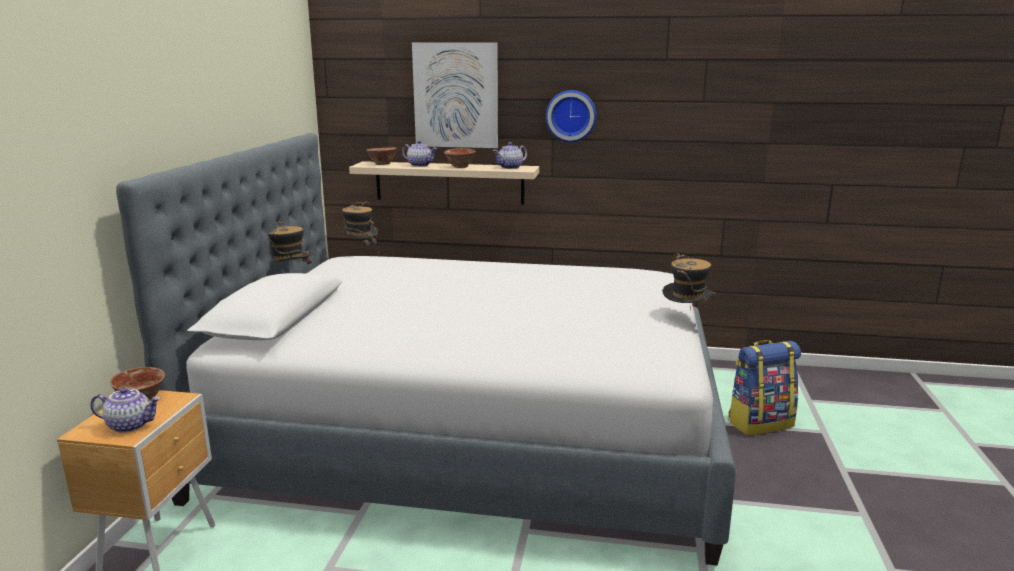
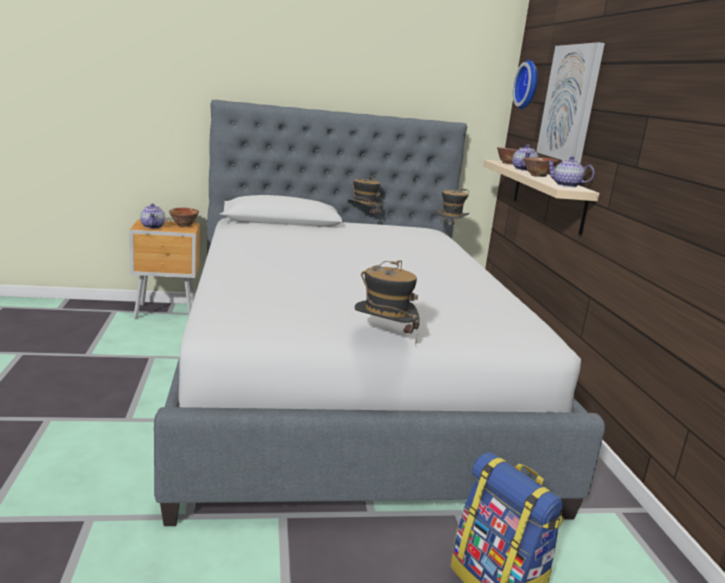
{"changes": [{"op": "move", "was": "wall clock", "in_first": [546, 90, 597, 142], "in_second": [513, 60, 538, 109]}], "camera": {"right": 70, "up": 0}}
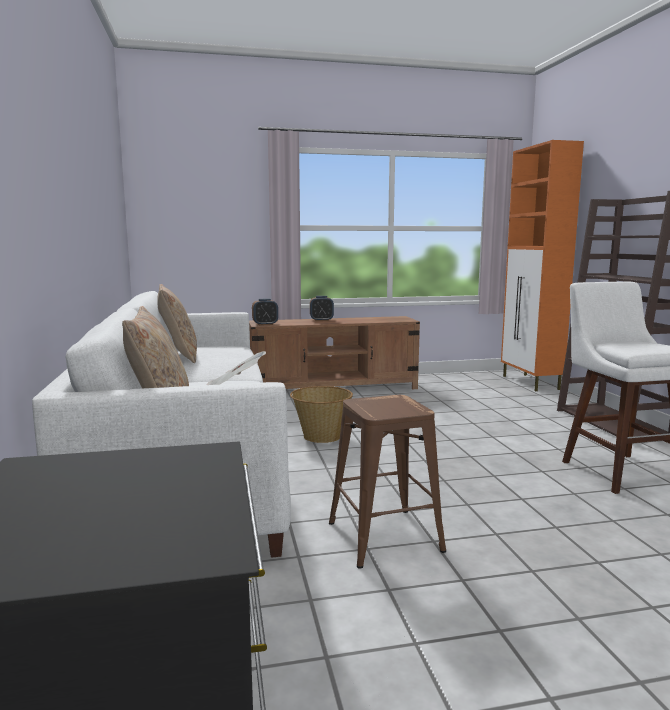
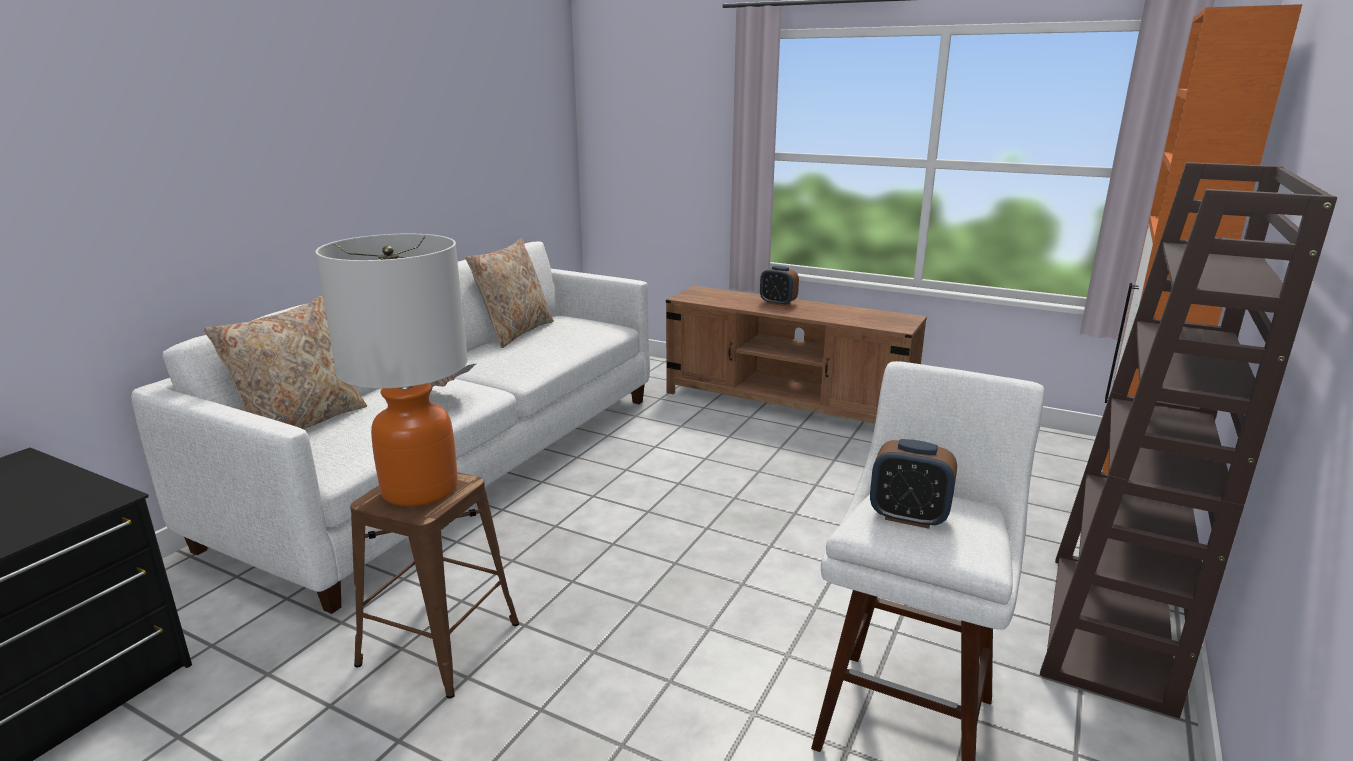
{"changes": [{"op": "insert", "now": "table lamp", "in_second": [315, 234, 468, 507]}, {"op": "move", "was": "alarm clock", "in_first": [252, 299, 278, 326], "in_second": [870, 439, 957, 529]}, {"op": "delete", "was": "basket", "in_first": [290, 386, 353, 443]}], "camera": {"right": 40, "up": 10}}
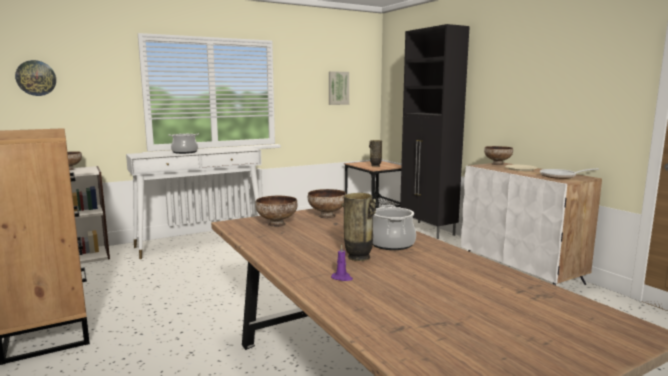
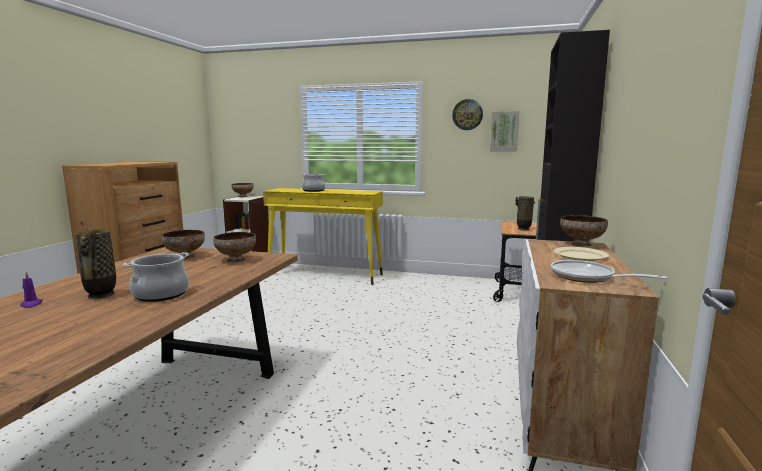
{"changes": [{"op": "recolor", "was": "white console table", "now": "yellow console table", "in_first": [126, 147, 262, 259], "in_second": [263, 188, 383, 285]}, {"op": "move", "was": "wall clock", "in_first": [15, 60, 56, 96], "in_second": [452, 99, 483, 130]}], "camera": {"right": 45, "up": 0}}
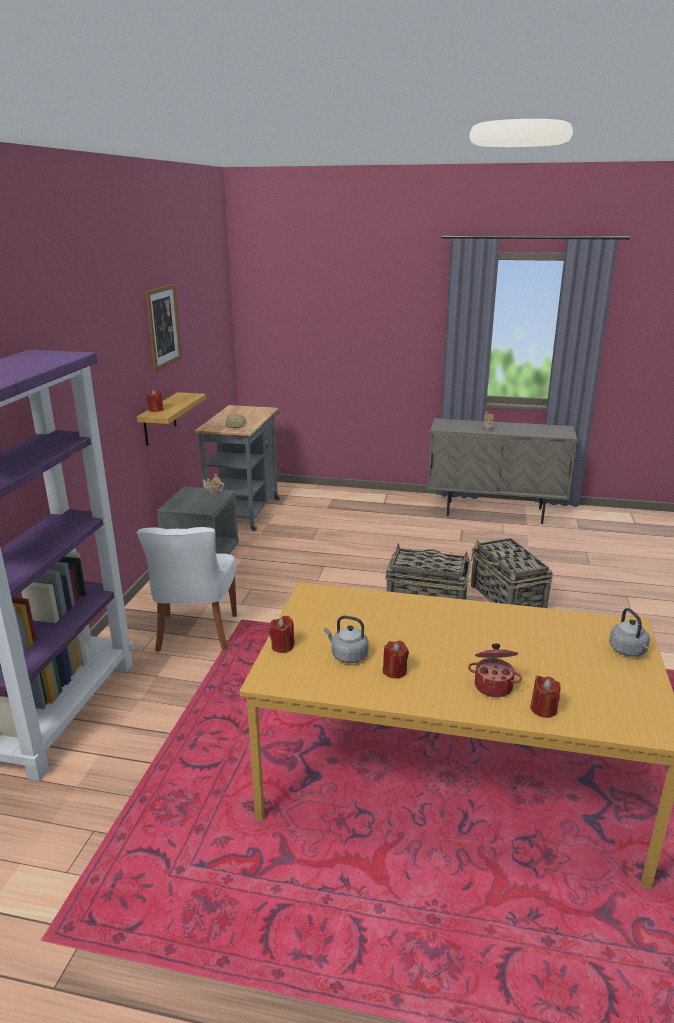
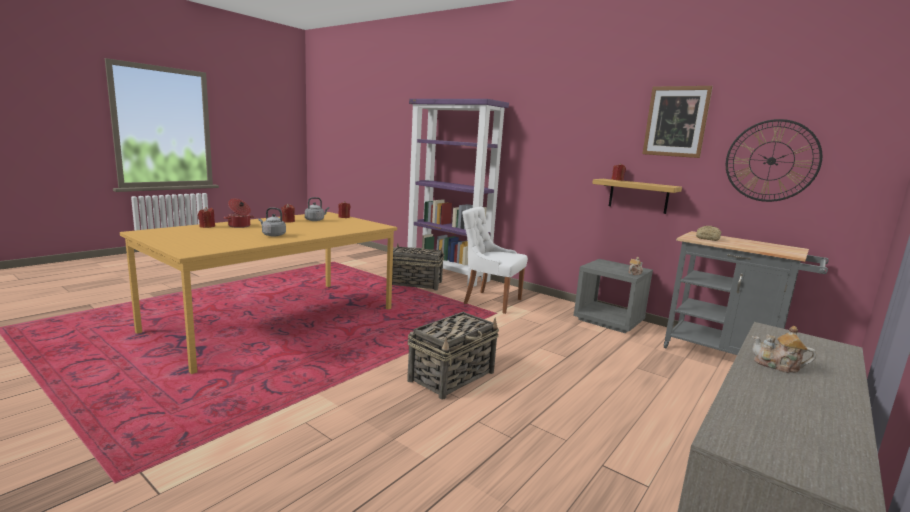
{"changes": [{"op": "move", "was": "grey kettle", "in_first": [609, 608, 650, 657], "in_second": [258, 208, 286, 237]}, {"op": "move", "was": "basket", "in_first": [471, 538, 553, 608], "in_second": [392, 243, 445, 290]}, {"op": "insert", "now": "wall clock", "in_second": [726, 119, 822, 202]}], "camera": {"right": 115, "up": -10}}
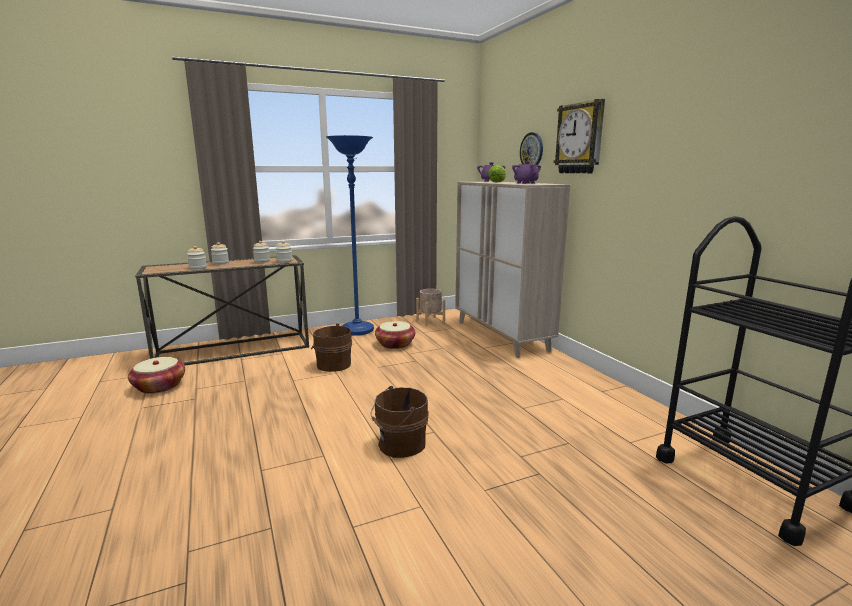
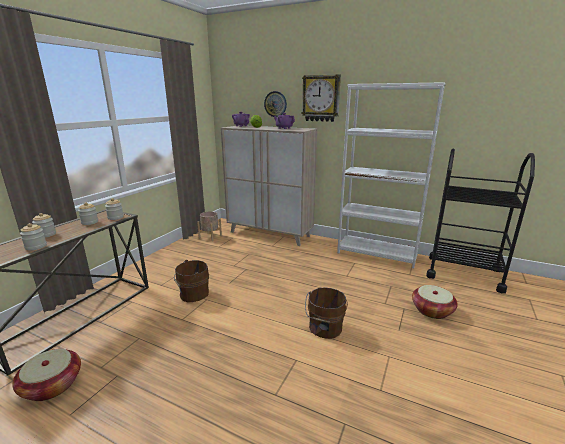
{"changes": [{"op": "insert", "now": "white bookcase", "in_second": [337, 82, 445, 268]}, {"op": "move", "was": "basket", "in_first": [375, 321, 415, 349], "in_second": [412, 285, 458, 319]}, {"op": "delete", "was": "blue floor lamp", "in_first": [326, 135, 374, 336]}], "camera": {"right": -40, "up": 5}}
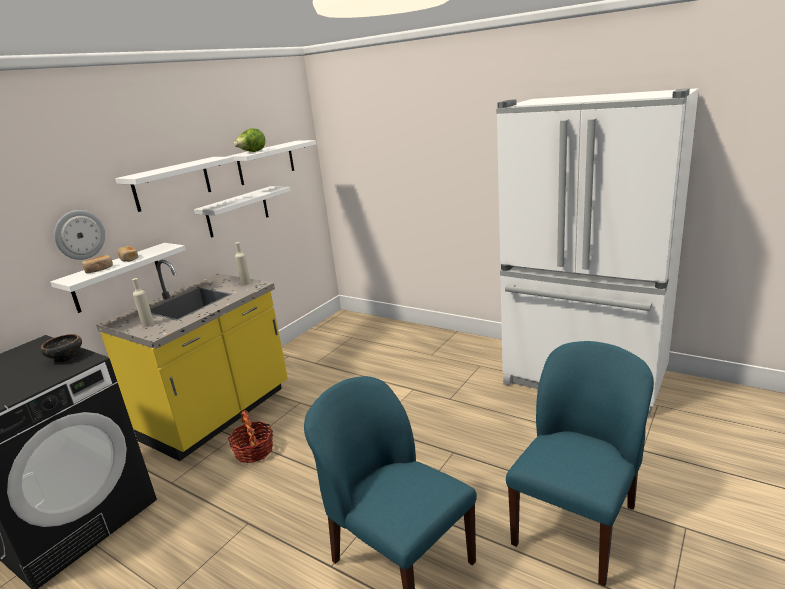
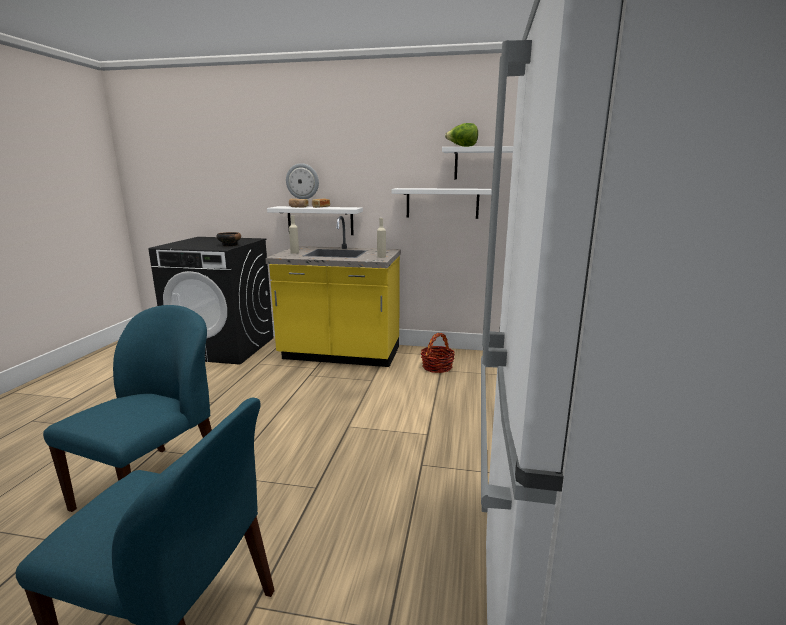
{"changes": [{"op": "move", "was": "basket", "in_first": [228, 410, 273, 463], "in_second": [421, 333, 455, 373]}, {"op": "delete", "was": "white shelf", "in_first": [115, 157, 234, 212]}], "camera": {"right": 65, "up": -5}}
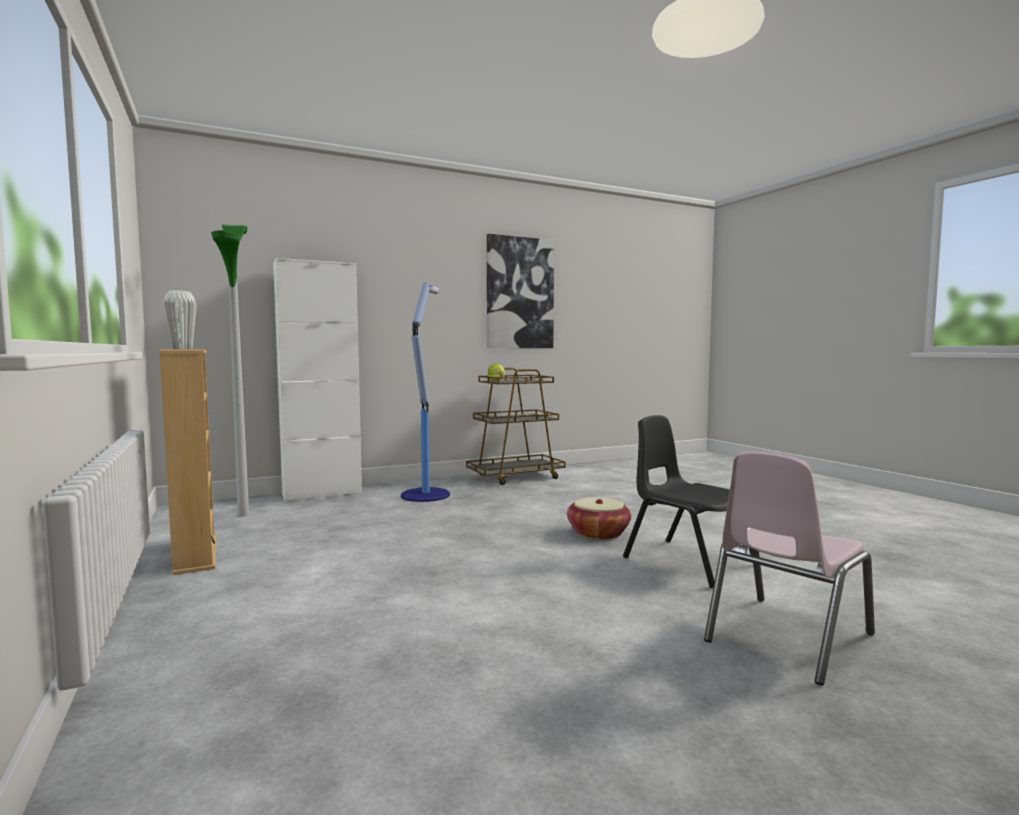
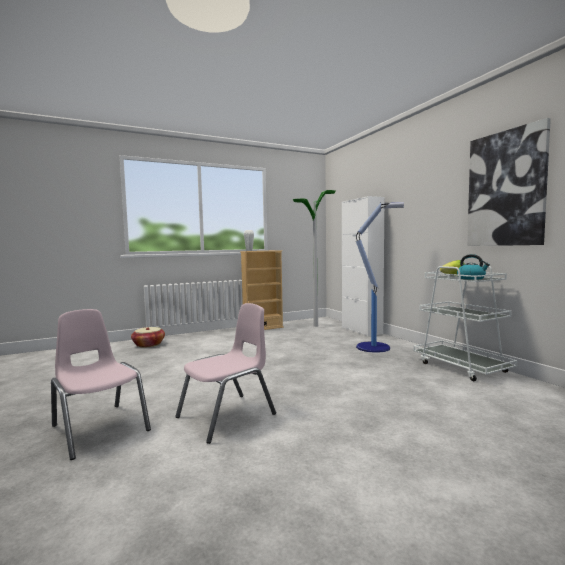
{"changes": [{"op": "move", "was": "basket", "in_first": [567, 497, 631, 540], "in_second": [131, 327, 165, 347]}, {"op": "recolor", "was": "black chair", "now": "pink chair", "in_first": [623, 415, 752, 588], "in_second": [175, 303, 276, 444]}, {"op": "recolor", "was": "brown cart", "now": "white cart", "in_first": [466, 368, 566, 485], "in_second": [413, 265, 517, 381]}, {"op": "insert", "now": "kettle", "in_second": [457, 254, 490, 280]}], "camera": {"right": 90, "up": 0}}
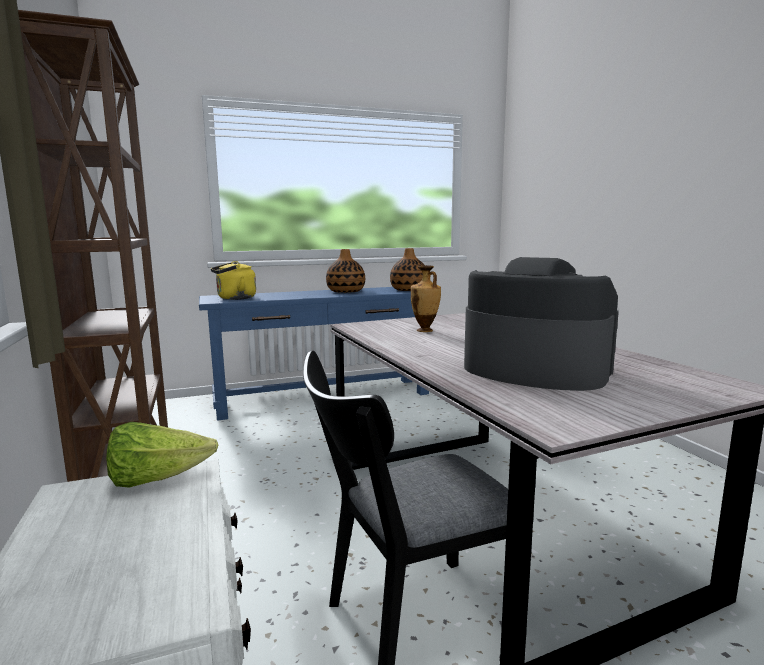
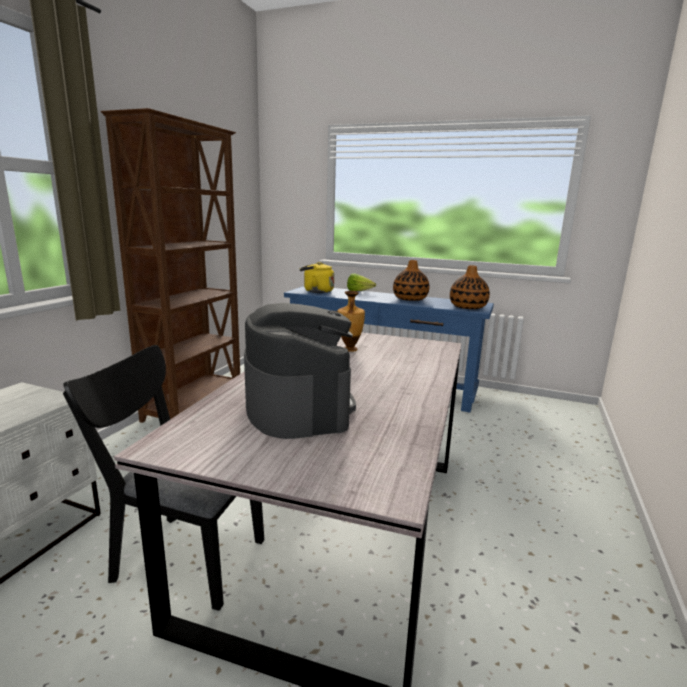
{"changes": [{"op": "move", "was": "lettuce", "in_first": [106, 422, 218, 487], "in_second": [347, 273, 376, 291]}], "camera": {"right": 40, "up": 5}}
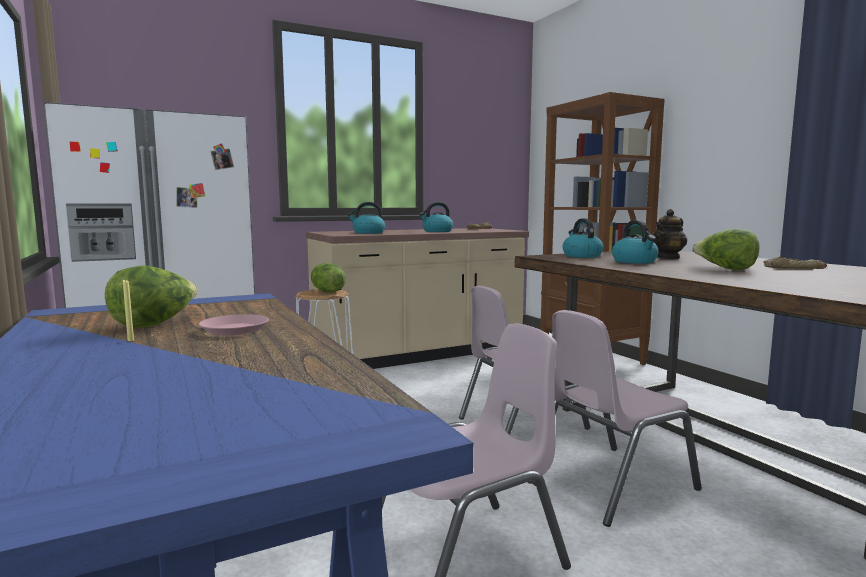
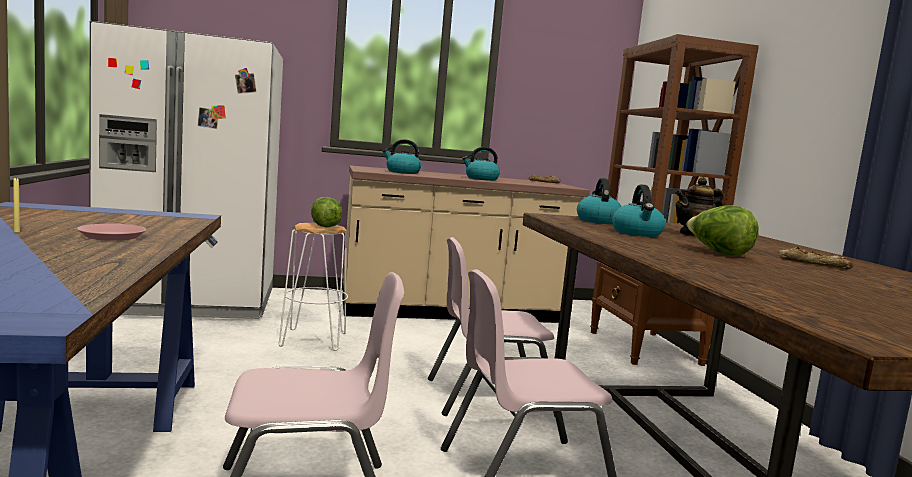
{"changes": [{"op": "delete", "was": "lettuce", "in_first": [105, 265, 198, 327]}], "camera": {"right": 15, "up": 0}}
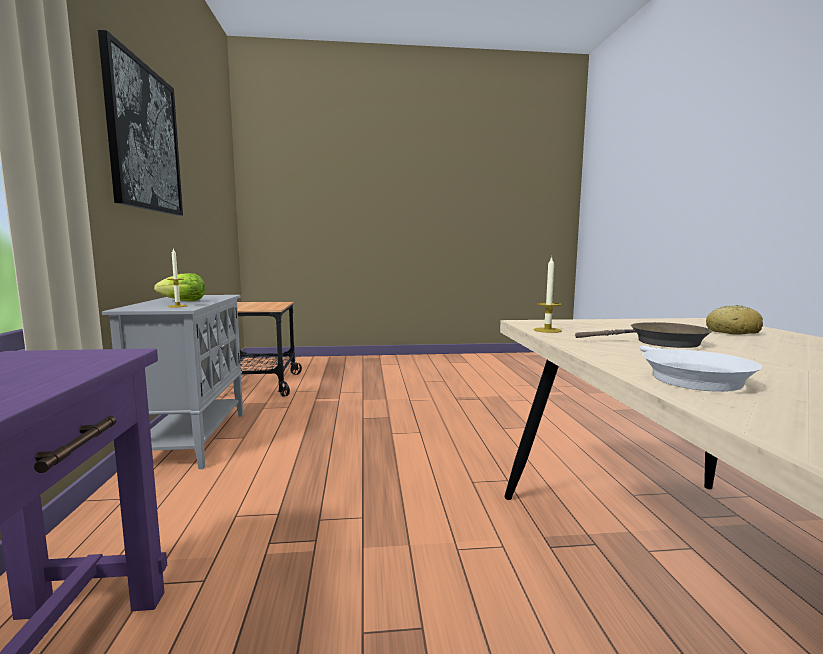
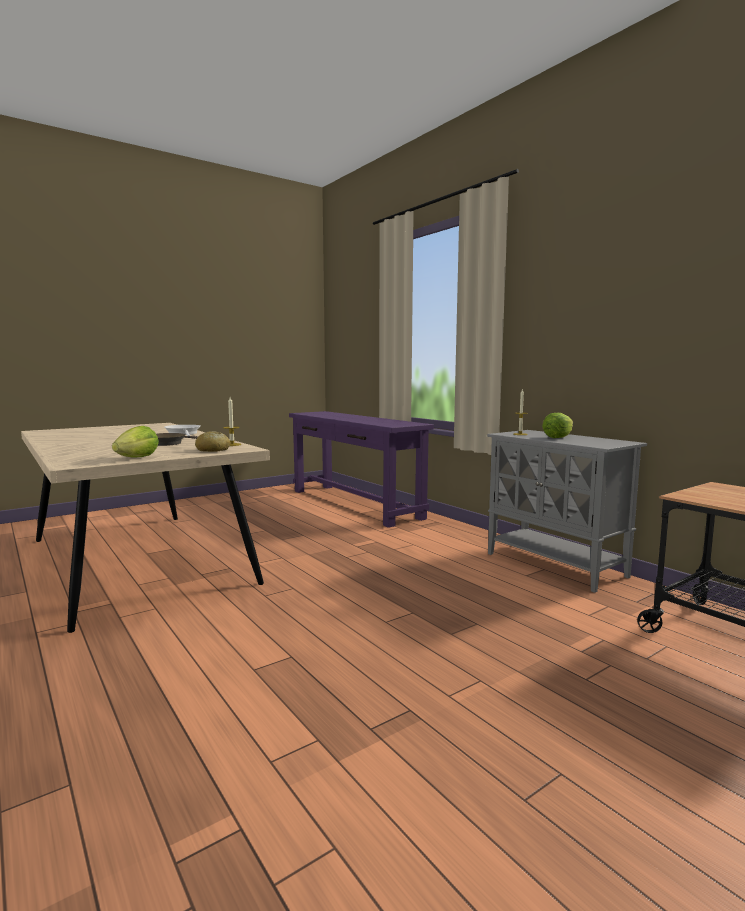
{"changes": [{"op": "insert", "now": "lettuce", "in_second": [112, 426, 159, 457]}, {"op": "move", "was": "bread", "in_first": [706, 305, 763, 335], "in_second": [195, 431, 230, 452]}, {"op": "delete", "was": "picture", "in_first": [98, 30, 183, 216]}], "camera": {"right": 150, "up": 0}}
